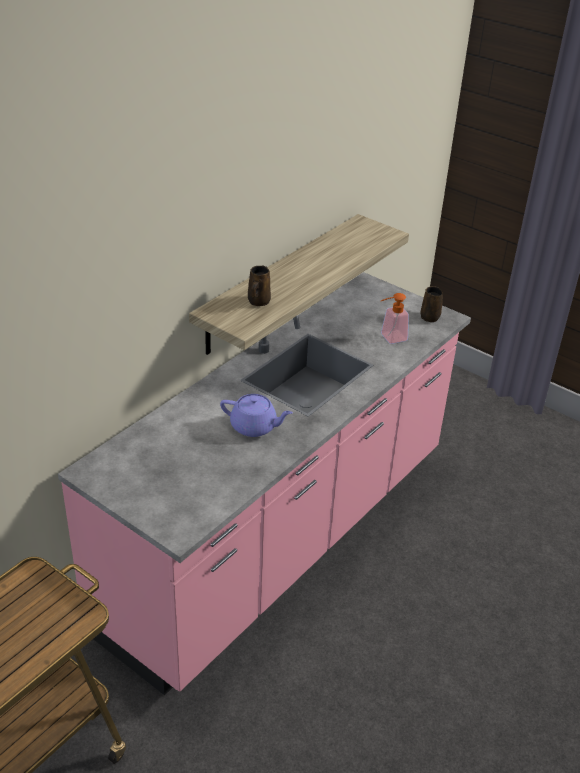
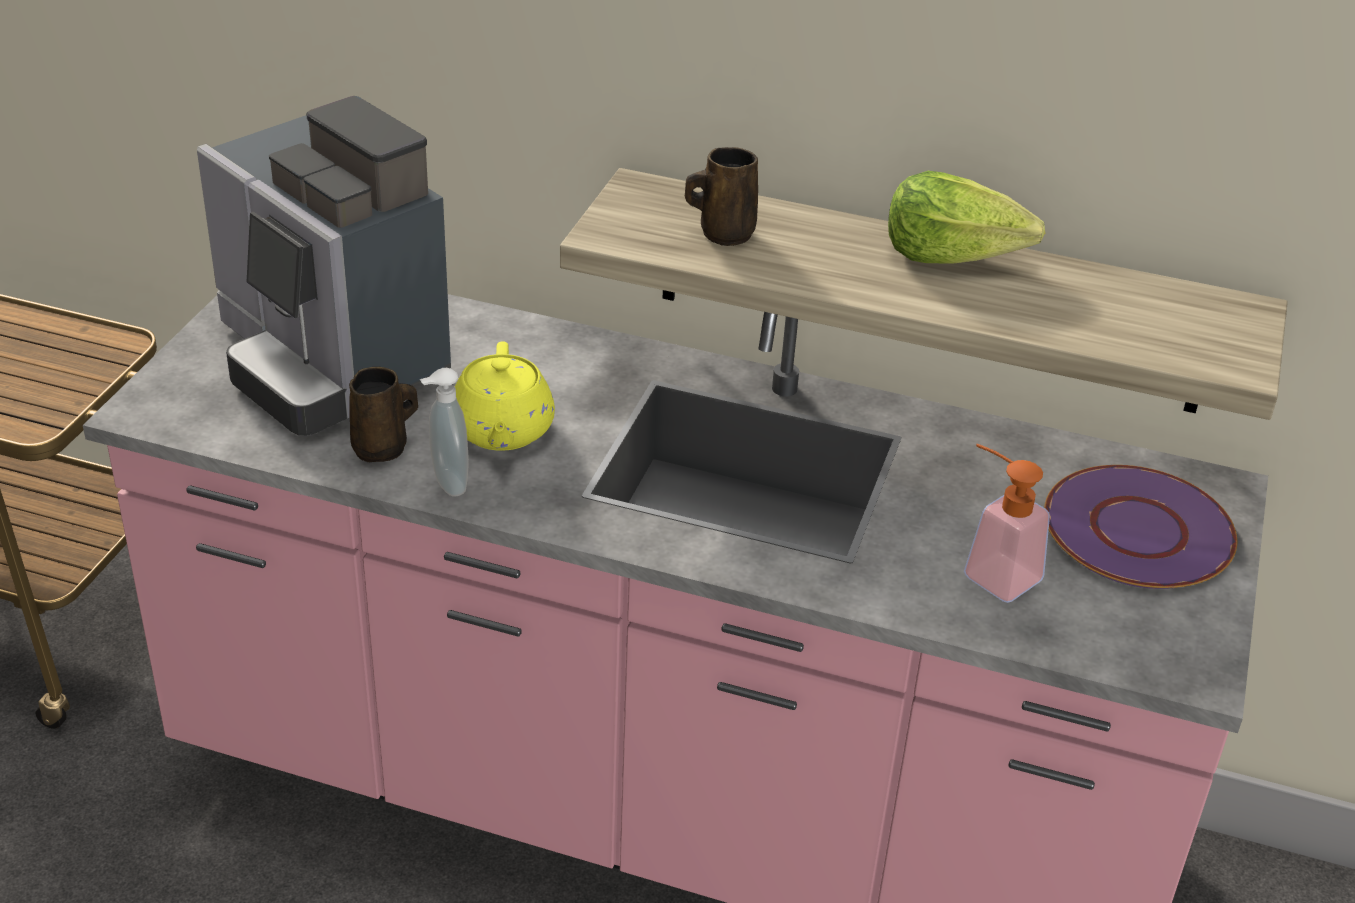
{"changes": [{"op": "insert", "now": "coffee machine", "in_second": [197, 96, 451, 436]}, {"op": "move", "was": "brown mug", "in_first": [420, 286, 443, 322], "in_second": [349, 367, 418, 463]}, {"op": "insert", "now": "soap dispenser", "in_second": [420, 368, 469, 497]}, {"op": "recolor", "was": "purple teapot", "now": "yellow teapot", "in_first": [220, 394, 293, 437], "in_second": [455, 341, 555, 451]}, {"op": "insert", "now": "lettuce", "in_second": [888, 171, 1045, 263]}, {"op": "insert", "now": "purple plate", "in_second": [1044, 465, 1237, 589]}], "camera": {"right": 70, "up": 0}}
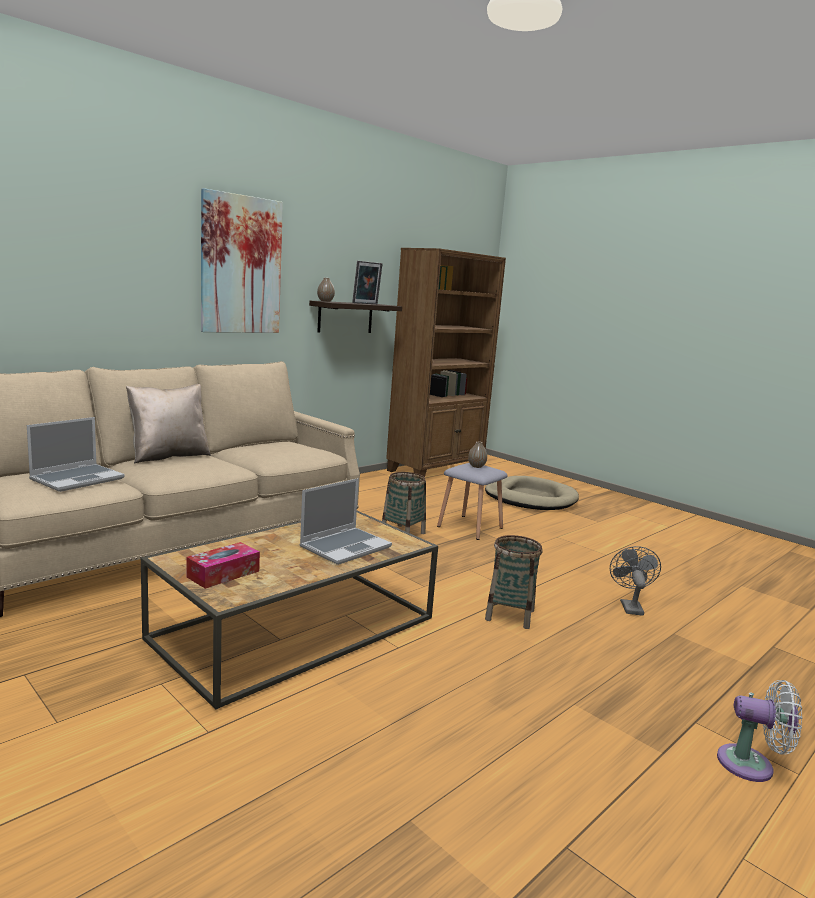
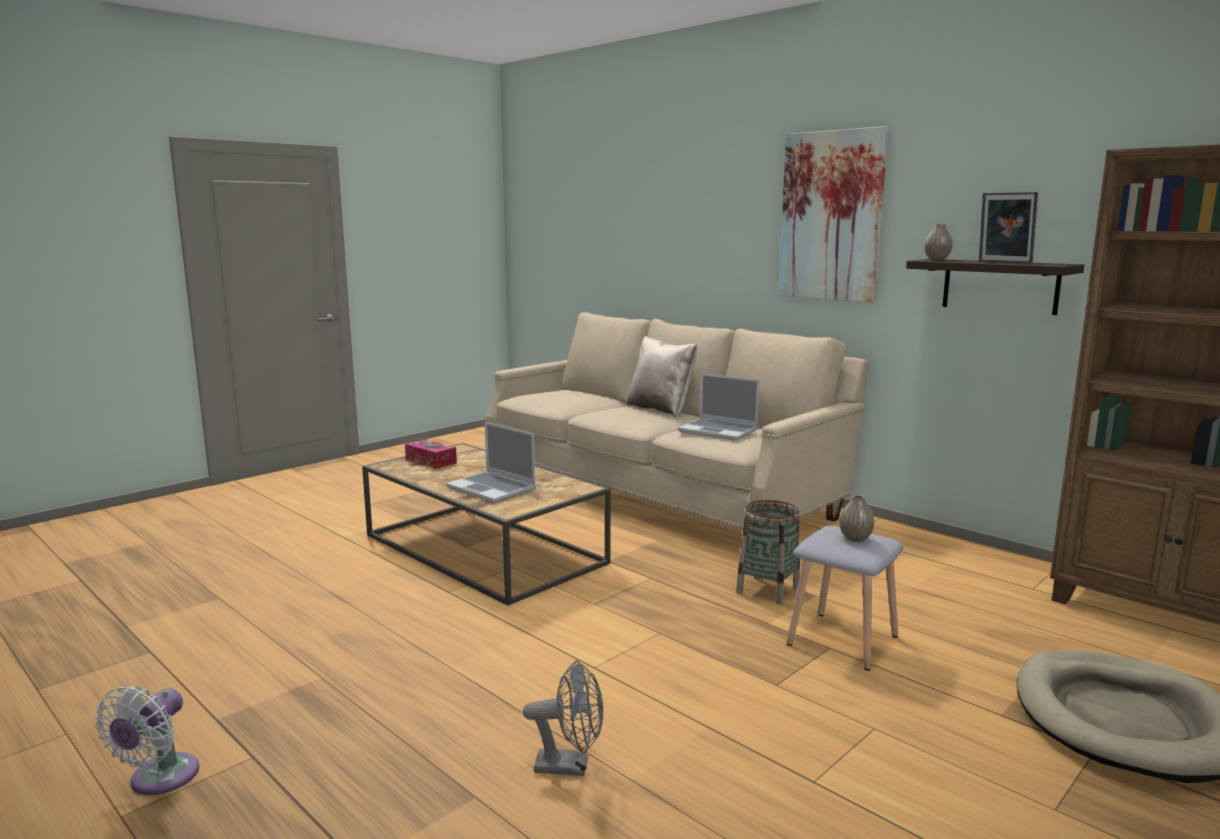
{"changes": [{"op": "move", "was": "laptop", "in_first": [27, 417, 125, 492], "in_second": [678, 373, 760, 441]}, {"op": "delete", "was": "basket", "in_first": [485, 535, 543, 629]}], "camera": {"right": 90, "up": 0}}
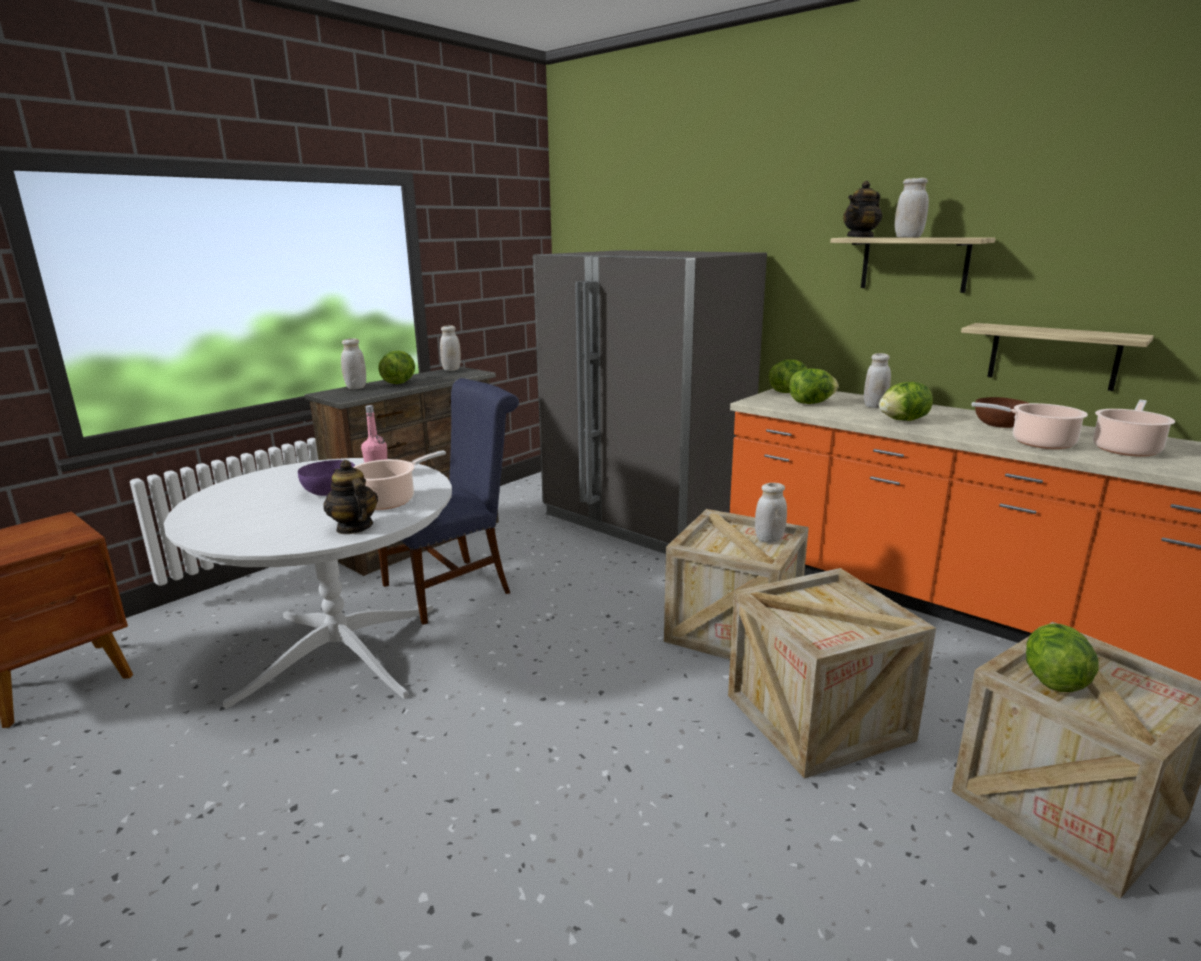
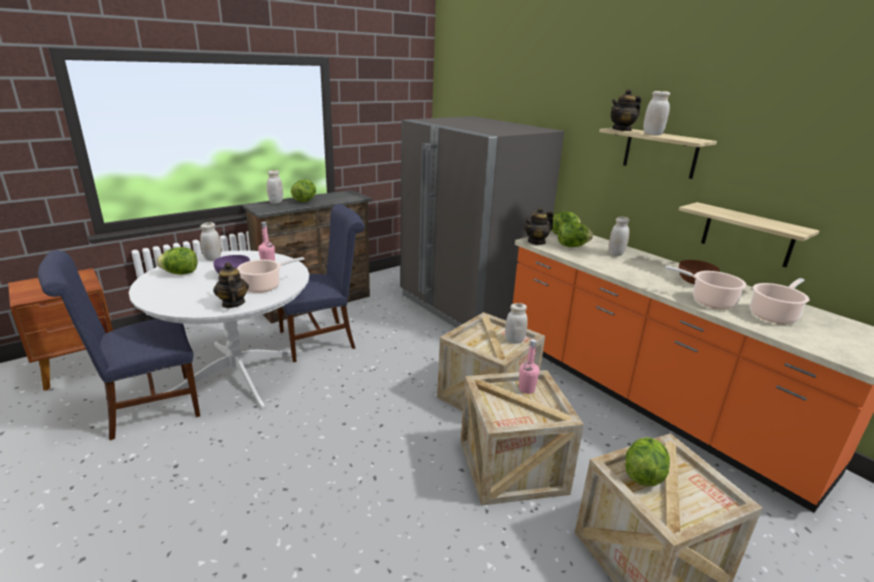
{"changes": [{"op": "insert", "now": "blue chair", "in_second": [38, 250, 200, 441]}, {"op": "move", "was": "lettuce", "in_first": [879, 382, 933, 421], "in_second": [156, 247, 197, 275]}, {"op": "move", "was": "white jar", "in_first": [440, 325, 461, 371], "in_second": [200, 222, 221, 261]}, {"op": "insert", "now": "pink bottle", "in_second": [519, 339, 540, 394]}, {"op": "insert", "now": "teapot", "in_second": [524, 207, 554, 245]}], "camera": {"right": 10, "up": 5}}
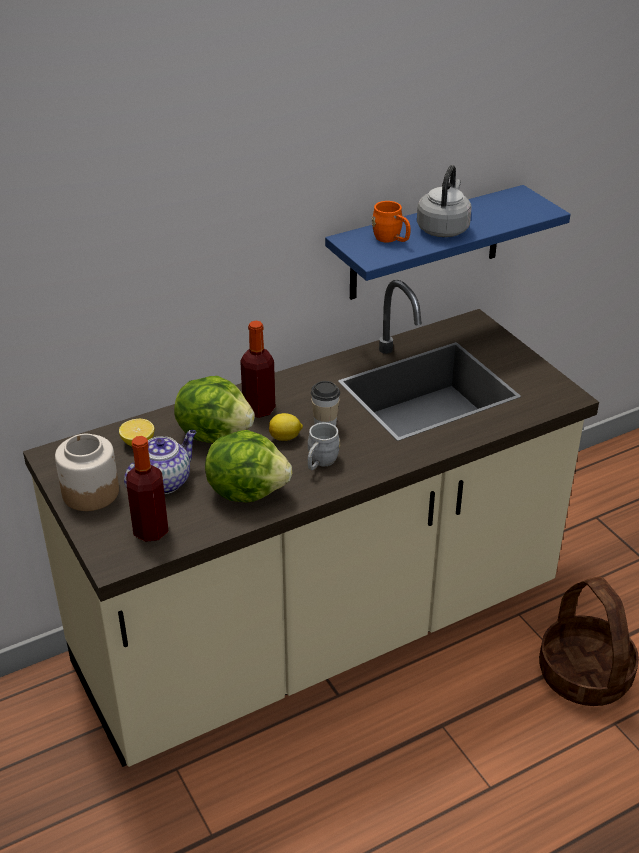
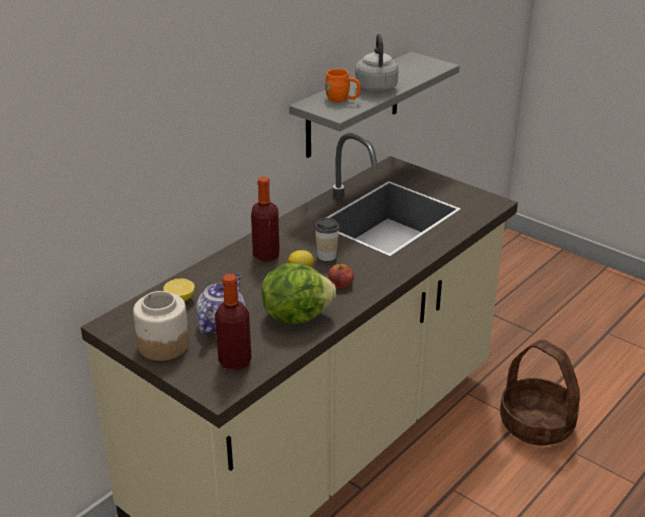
{"changes": [{"op": "recolor", "was": "blue shelf", "now": "grey shelf", "in_first": [325, 185, 571, 300], "in_second": [289, 52, 460, 158]}, {"op": "replace", "was": "grey mug", "now": "apple", "in_first": [307, 422, 340, 470], "in_second": [328, 263, 354, 288]}, {"op": "delete", "was": "lettuce", "in_first": [174, 376, 255, 443]}], "camera": {"right": -20, "up": -5}}
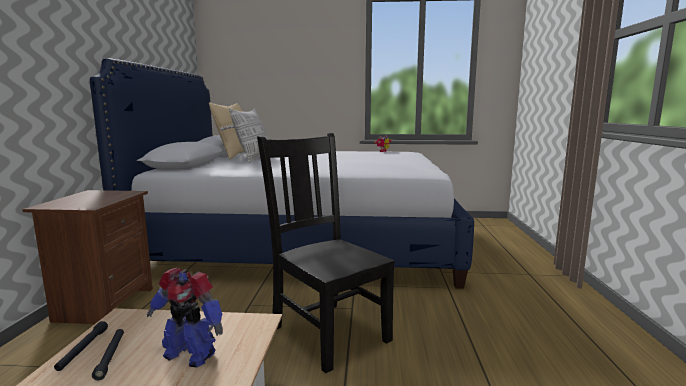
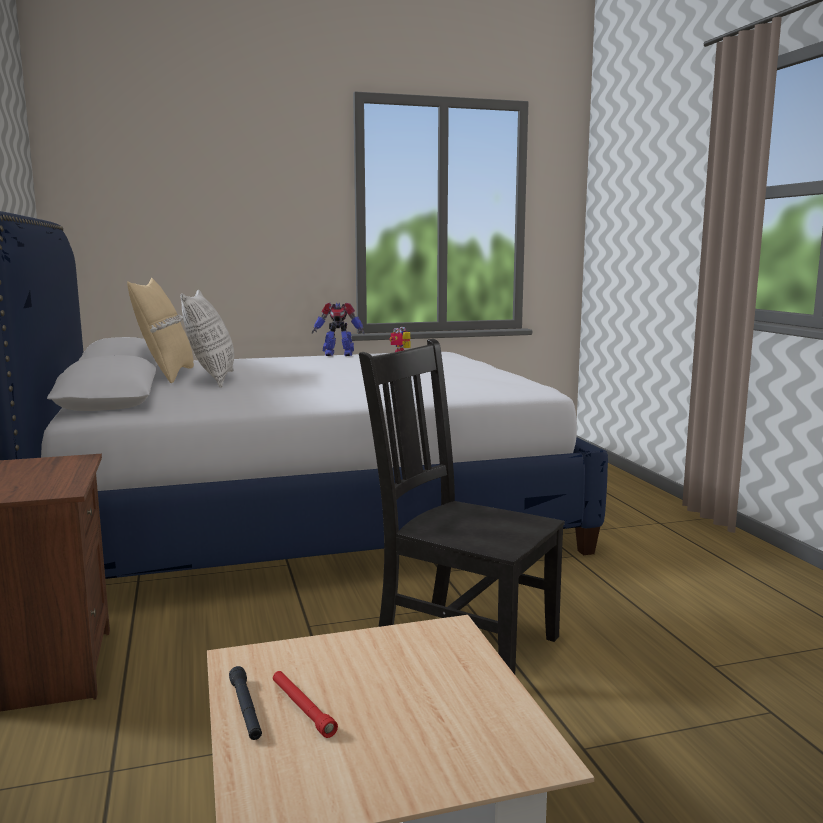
{"changes": [{"op": "recolor", "was": "black flashlight", "now": "red flashlight", "in_first": [92, 329, 124, 380], "in_second": [273, 671, 338, 738]}, {"op": "move", "was": "toy robot", "in_first": [147, 268, 223, 367], "in_second": [312, 302, 365, 356]}], "camera": {"right": -20, "up": 0}}
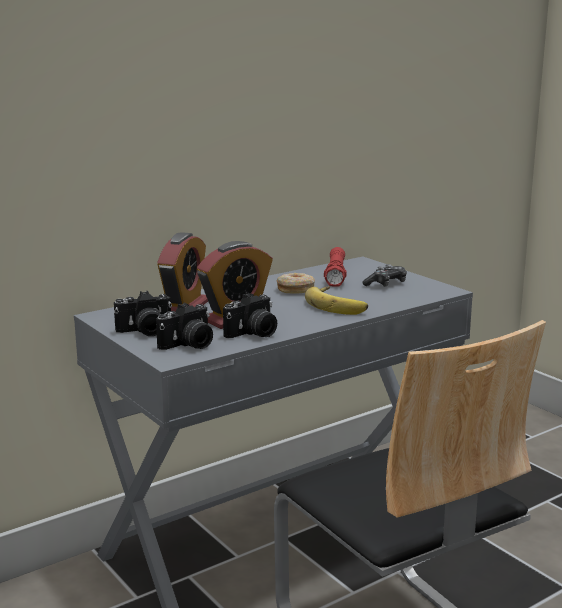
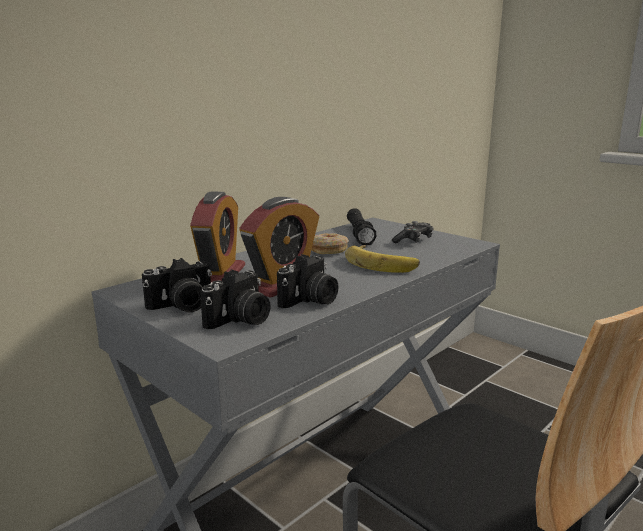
{"changes": [{"op": "recolor", "was": "red flashlight", "now": "black flashlight", "in_first": [324, 247, 347, 286], "in_second": [347, 208, 377, 245]}], "camera": {"right": -10, "up": 0}}
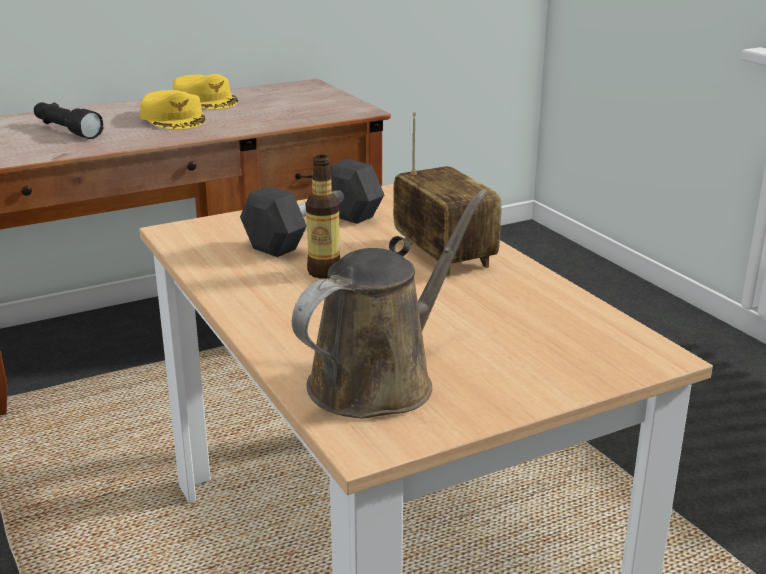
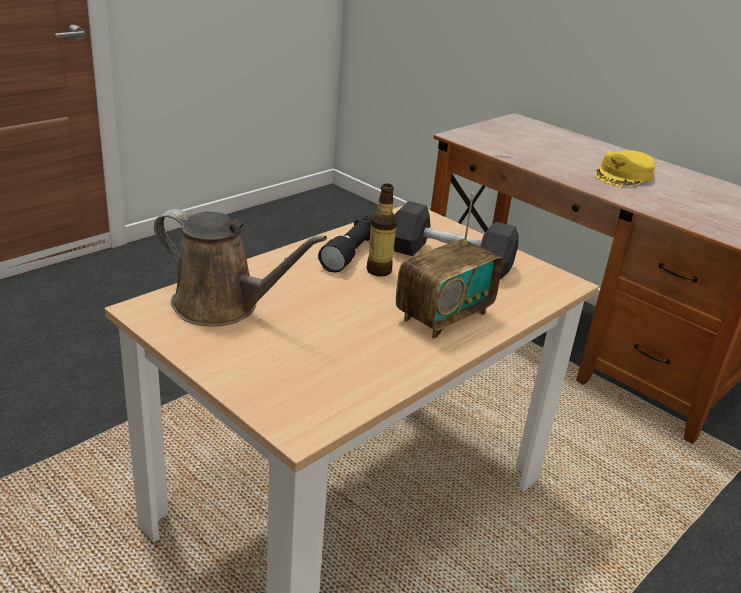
{"changes": [{"op": "move", "was": "black flashlight", "in_first": [34, 102, 104, 139], "in_second": [318, 216, 372, 272]}, {"op": "delete", "was": "yellow cap", "in_first": [173, 74, 239, 109]}], "camera": {"right": 70, "up": 5}}
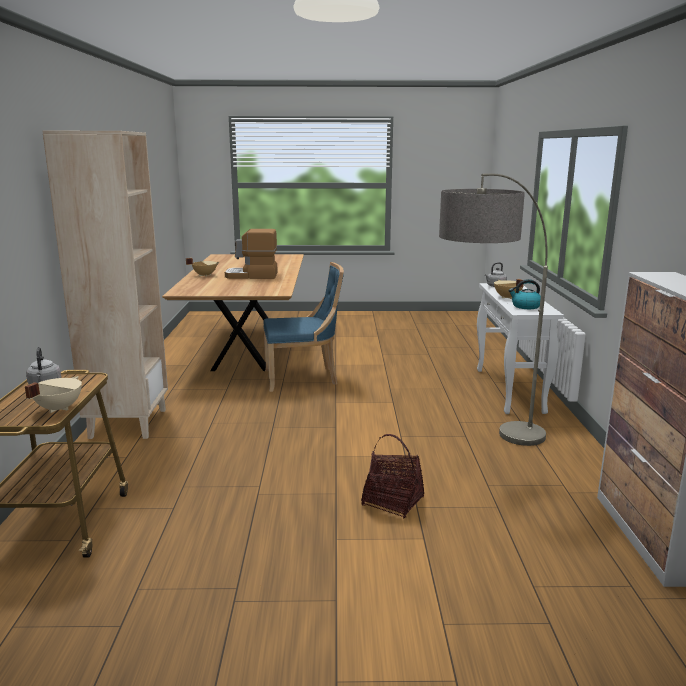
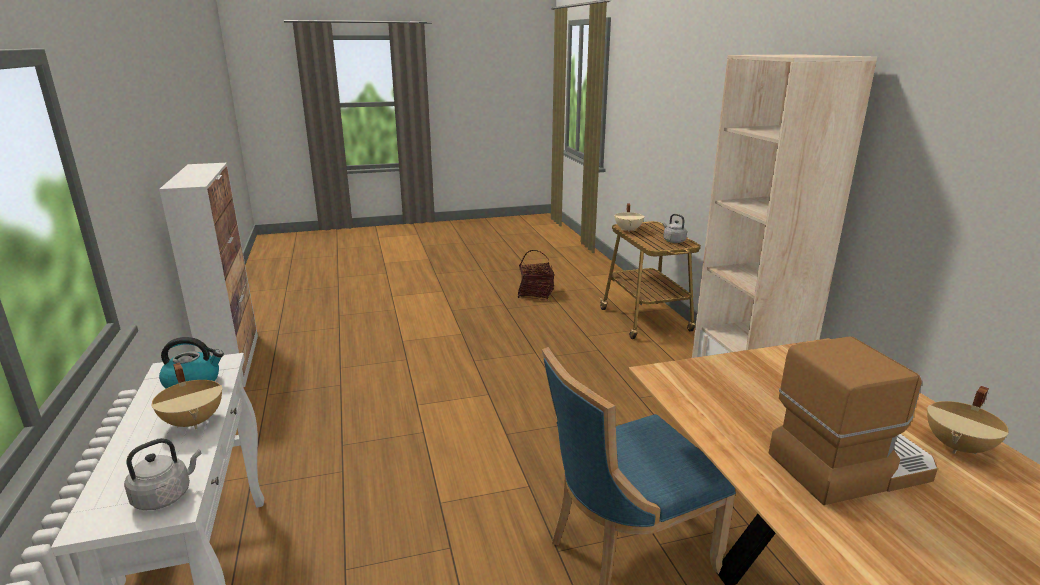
{"changes": [{"op": "move", "was": "basket", "in_first": [361, 434, 424, 519], "in_second": [518, 250, 555, 300]}, {"op": "delete", "was": "floor lamp", "in_first": [439, 174, 548, 446]}], "camera": {"right": 165, "up": 5}}
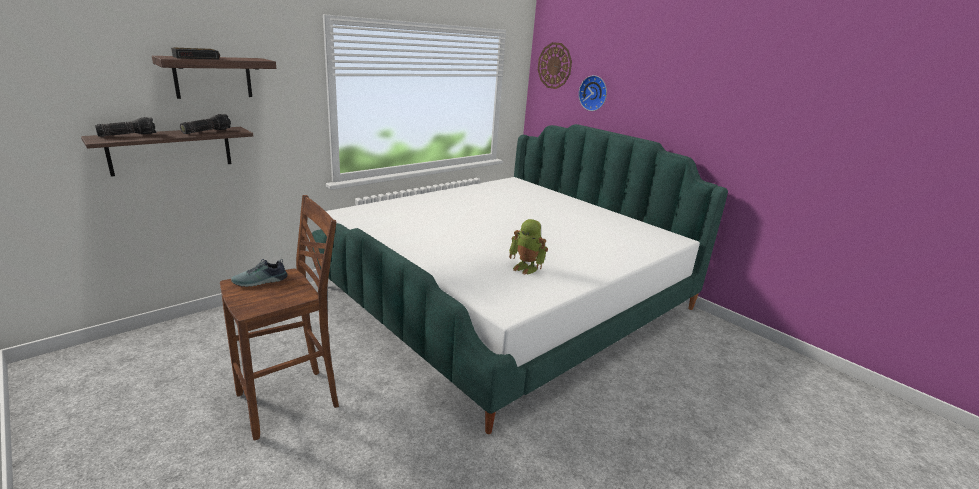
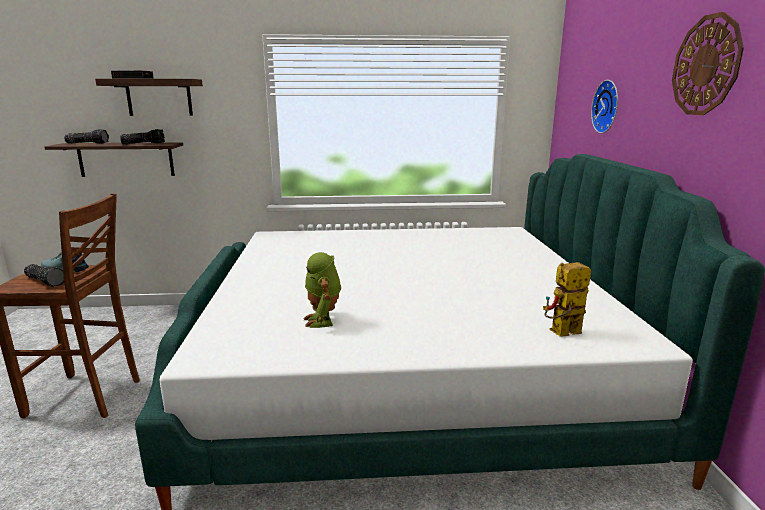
{"changes": [{"op": "insert", "now": "flashlight", "in_second": [24, 264, 64, 286]}, {"op": "insert", "now": "toy robot", "in_second": [543, 262, 591, 337]}, {"op": "move", "was": "wall clock", "in_first": [538, 42, 572, 89], "in_second": [672, 12, 744, 115]}], "camera": {"right": 40, "up": -5}}
